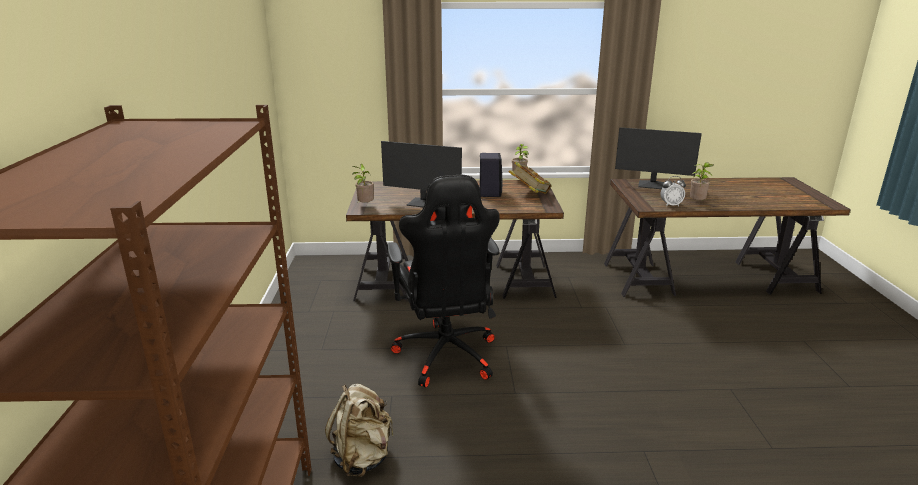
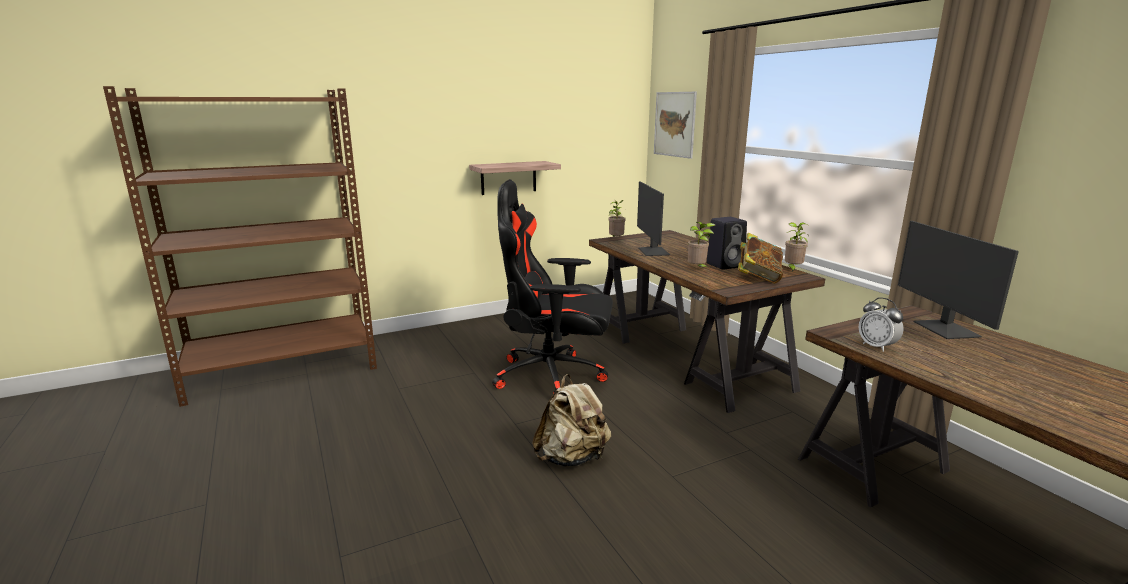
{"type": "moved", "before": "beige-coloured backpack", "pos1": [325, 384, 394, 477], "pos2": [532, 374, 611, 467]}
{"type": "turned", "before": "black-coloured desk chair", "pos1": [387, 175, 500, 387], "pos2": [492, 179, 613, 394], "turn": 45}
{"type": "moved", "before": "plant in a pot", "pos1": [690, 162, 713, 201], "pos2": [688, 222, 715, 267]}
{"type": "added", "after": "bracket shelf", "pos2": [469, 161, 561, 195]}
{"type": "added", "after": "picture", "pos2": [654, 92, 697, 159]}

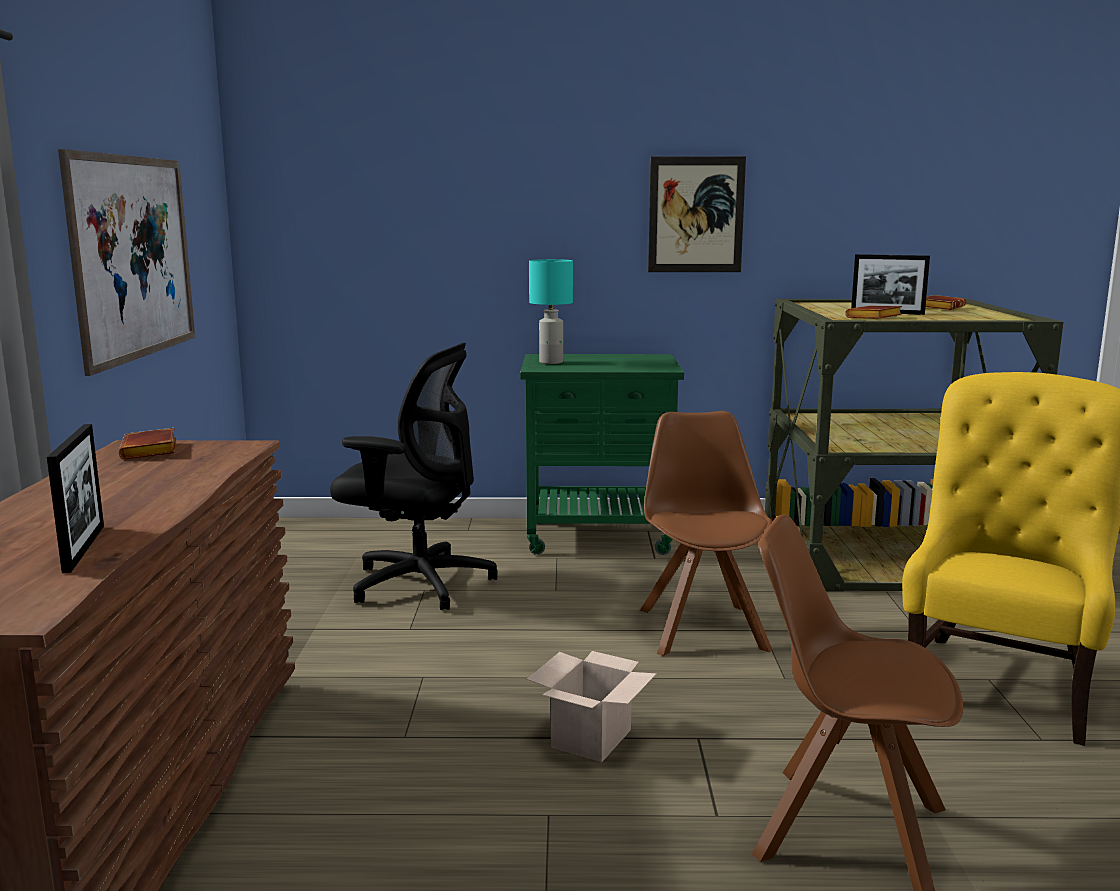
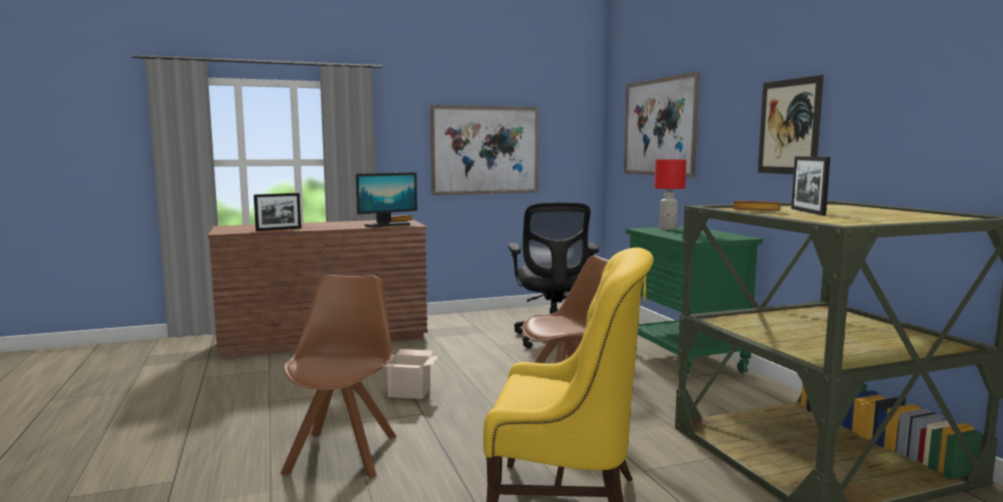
{"type": "recoloured", "before": "turquoise-coloured tabletop lamp", "after": "red-coloured tabletop lamp", "pos1": [529, 259, 573, 364], "pos2": [654, 159, 686, 230]}
{"type": "removed", "before": "brown volume", "pos1": [926, 295, 966, 310]}
{"type": "added", "after": "monitor", "pos2": [356, 172, 417, 228]}
{"type": "added", "after": "picture", "pos2": [624, 72, 700, 178]}

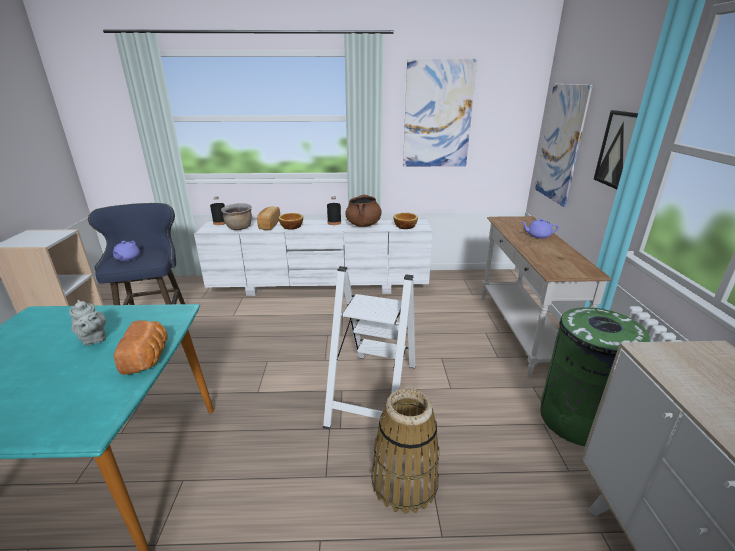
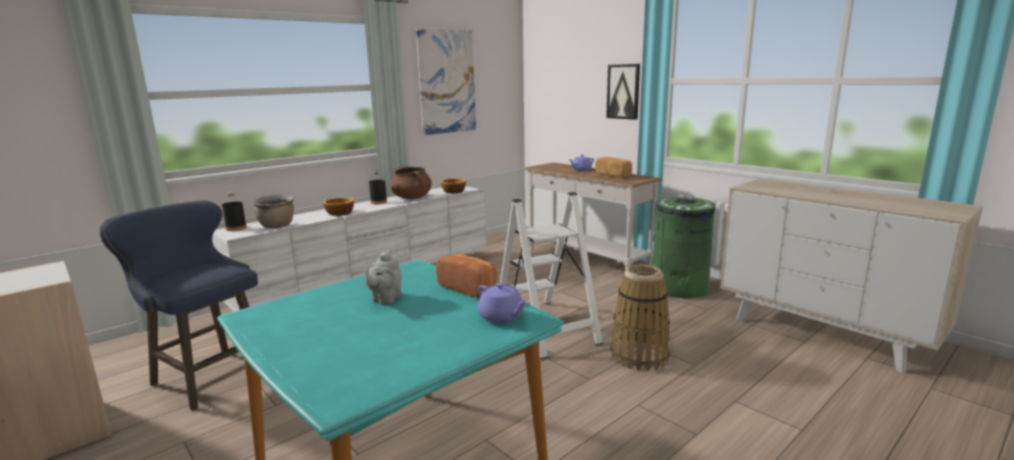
{"type": "turned", "before": "gray teapot", "pos1": [69, 300, 106, 345], "pos2": [364, 250, 402, 305], "turn": 105}
{"type": "moved", "before": "purple teapot", "pos1": [112, 241, 140, 261], "pos2": [478, 282, 528, 323]}
{"type": "moved", "before": "bakery bread", "pos1": [257, 207, 280, 230], "pos2": [595, 157, 632, 178]}
{"type": "removed", "before": "picture", "pos1": [534, 84, 593, 207]}

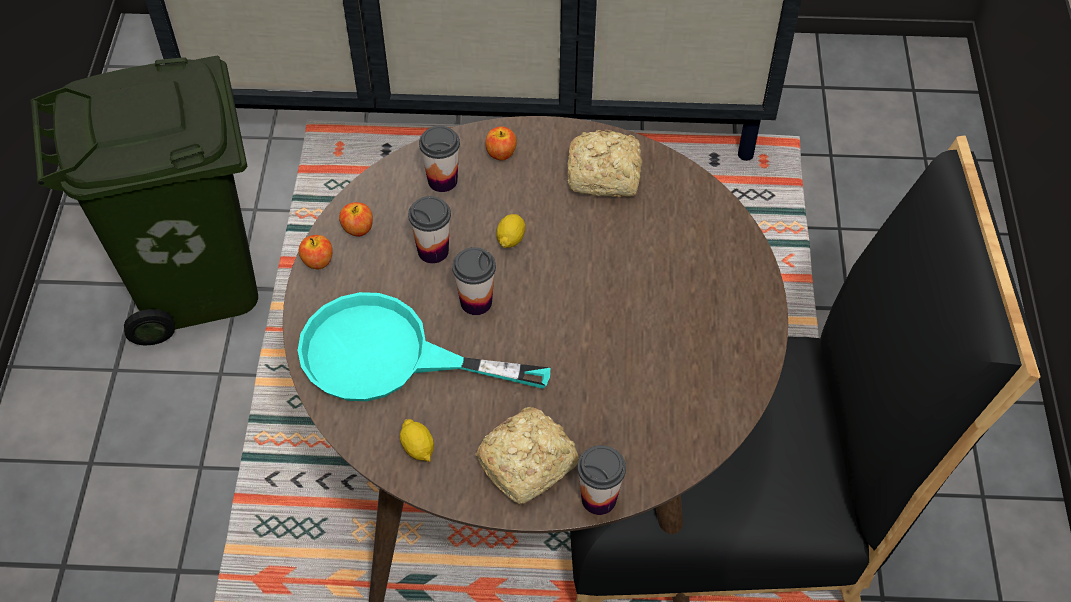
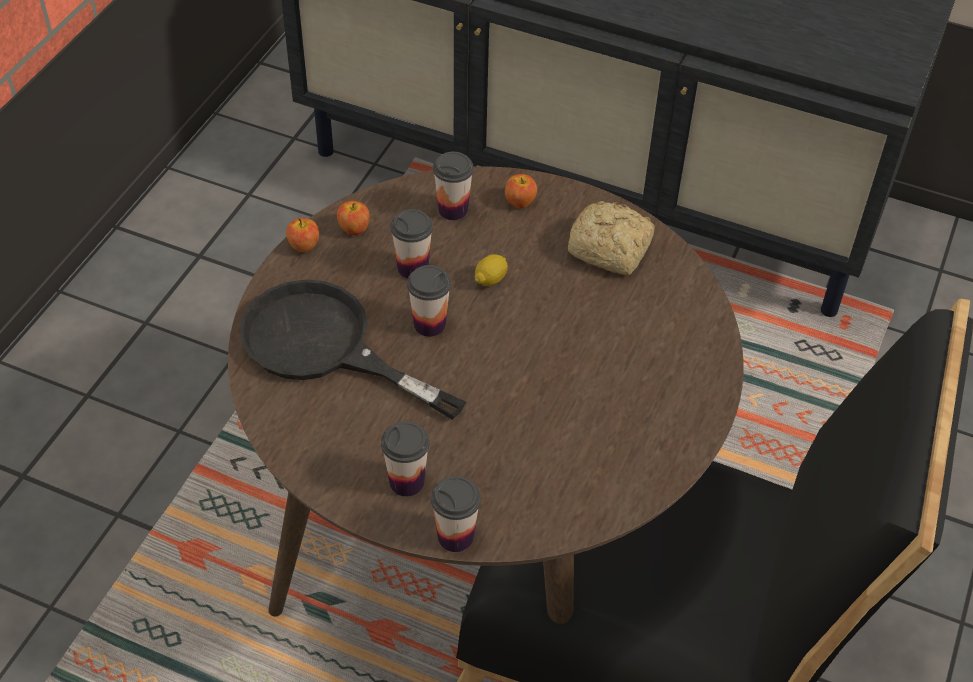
{"type": "removed", "before": "green rubbish bin", "pos1": [30, 55, 258, 346]}
{"type": "recoloured", "before": "turquoise-coloured pan", "after": "black-coloured pan", "pos1": [298, 292, 550, 401], "pos2": [239, 279, 466, 420]}
{"type": "removed", "before": "lemon", "pos1": [400, 419, 434, 462]}
{"type": "replaced", "before": "bakery bread", "after": "drinking cup", "pos1": [476, 407, 579, 504], "pos2": [381, 421, 430, 497]}

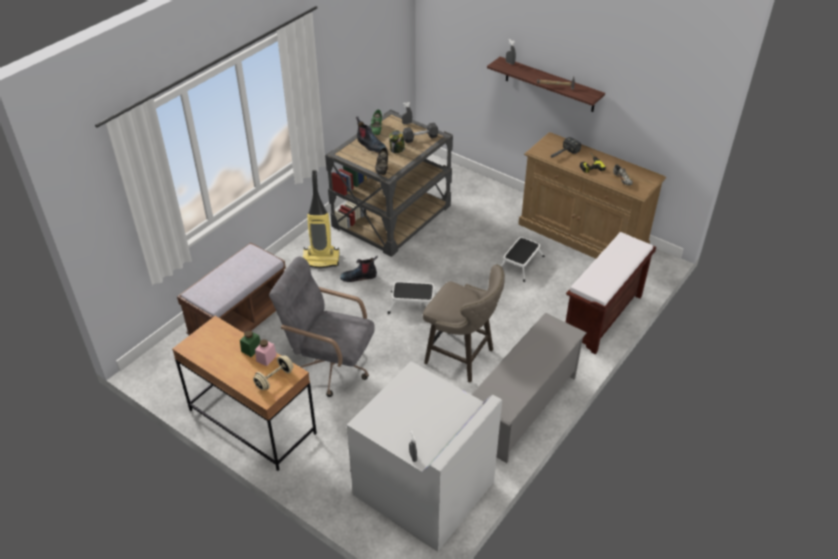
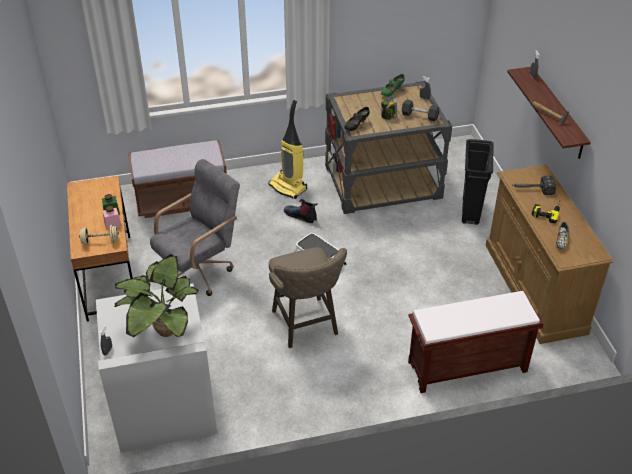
{"type": "turned", "before": "gray desk chair", "pos1": [269, 257, 375, 397], "pos2": [150, 159, 240, 296], "turn": 75}
{"type": "removed", "before": "tall boot", "pos1": [356, 116, 387, 153]}
{"type": "removed", "before": "gray shoe rack", "pos1": [471, 313, 587, 463]}
{"type": "removed", "before": "black-coloured step stool", "pos1": [500, 237, 545, 282]}
{"type": "added", "after": "plant in a pot", "pos2": [114, 254, 199, 337]}
{"type": "added", "after": "black-coloured rubbish bin", "pos2": [462, 139, 493, 225]}

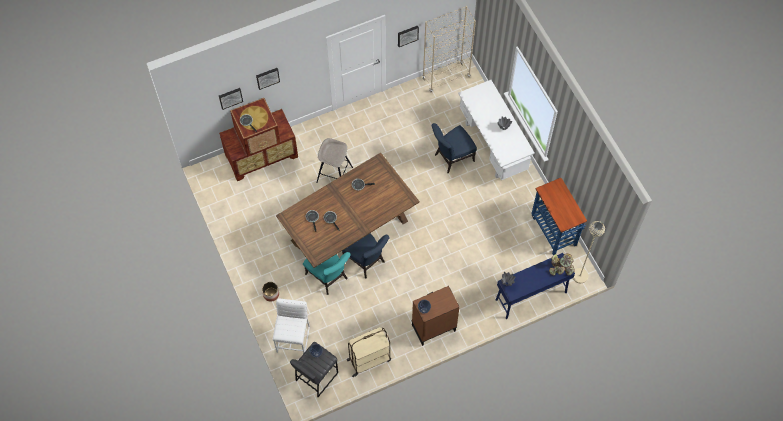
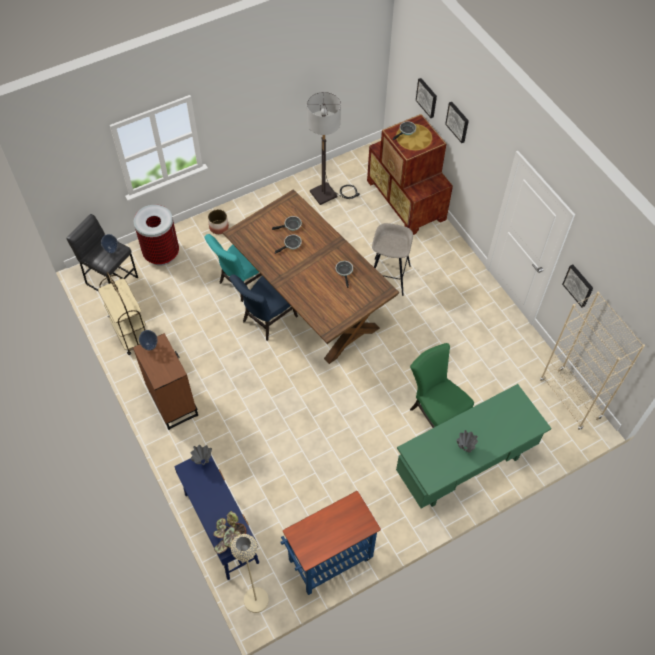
{"type": "replaced", "before": "white-coloured stool", "after": "rubbish bin", "pos1": [273, 299, 310, 354], "pos2": [134, 205, 179, 266]}
{"type": "recoloured", "before": "blue chair", "after": "green chair", "pos1": [431, 123, 477, 174], "pos2": [410, 343, 474, 428]}
{"type": "recoloured", "before": "white-coloured desk table", "after": "green desk table", "pos1": [458, 80, 535, 180], "pos2": [396, 384, 551, 508]}
{"type": "added", "after": "standing lamp", "pos2": [307, 92, 360, 205]}

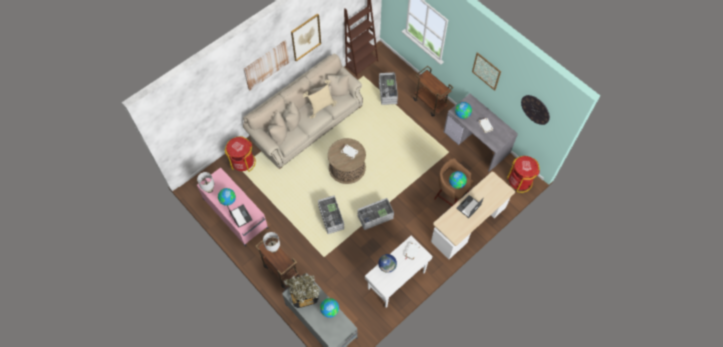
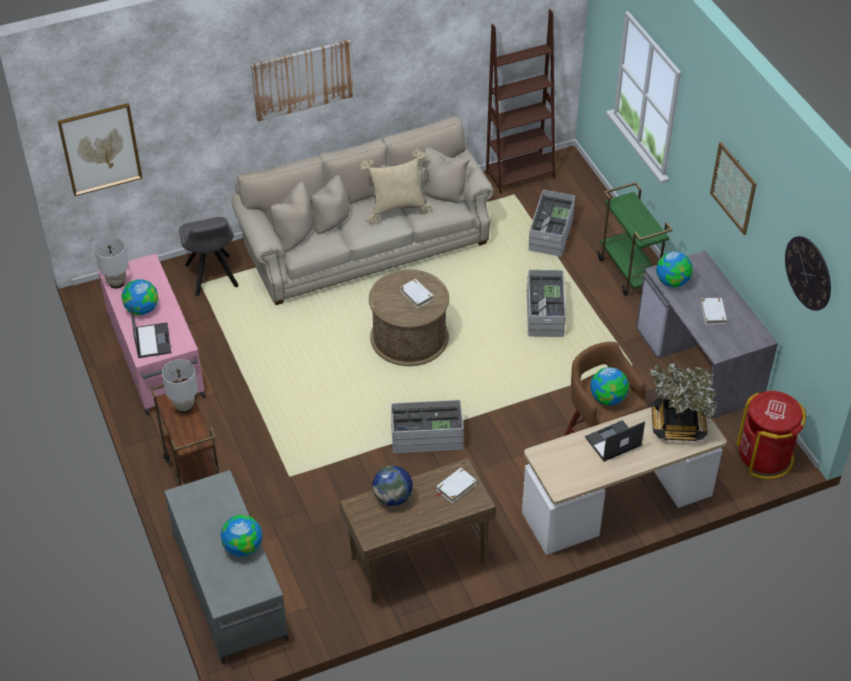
{"type": "replaced", "before": "red-coloured rubbish bin", "after": "gray chair", "pos1": [225, 136, 256, 172], "pos2": [179, 217, 239, 296]}
{"type": "moved", "before": "plant in a pot", "pos1": [284, 273, 320, 308], "pos2": [650, 363, 718, 441]}
{"type": "moved", "before": "picture", "pos1": [291, 13, 321, 61], "pos2": [58, 103, 142, 196]}
{"type": "moved", "before": "gray storage container", "pos1": [318, 196, 344, 234], "pos2": [527, 270, 566, 337]}
{"type": "recoloured", "before": "white-coloured console table", "after": "brown console table", "pos1": [365, 235, 432, 308], "pos2": [339, 458, 496, 603]}
{"type": "recoloured", "before": "brown trolley", "after": "green trolley", "pos1": [413, 66, 453, 117], "pos2": [597, 182, 673, 296]}

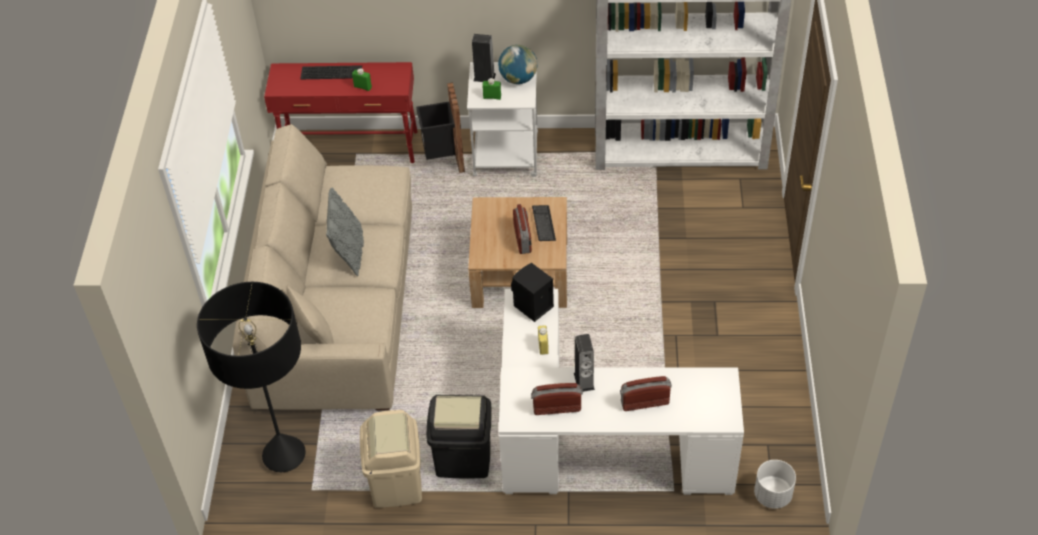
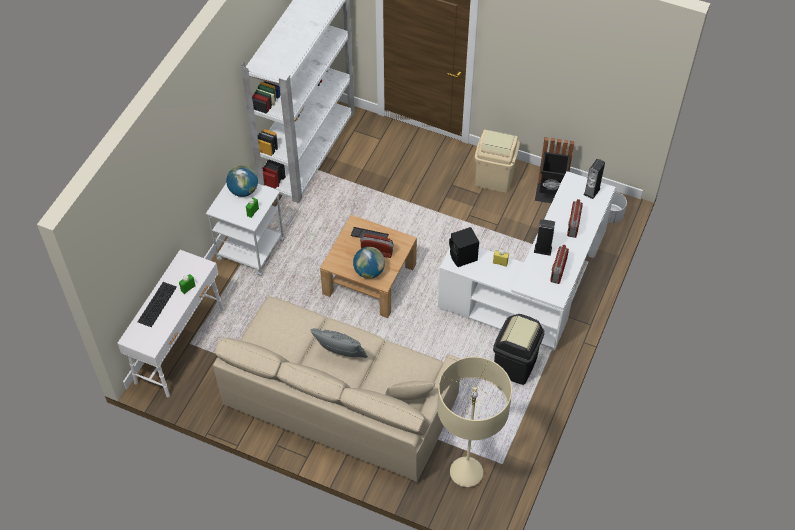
{"type": "recoloured", "before": "black-coloured standing lamp", "after": "beige-coloured standing lamp", "pos1": [197, 282, 306, 472], "pos2": [437, 357, 512, 487]}
{"type": "recoloured", "before": "red-coloured console table", "after": "white-coloured console table", "pos1": [264, 62, 418, 163], "pos2": [117, 250, 224, 397]}
{"type": "moved", "before": "beige-coloured rubbish bin", "pos1": [360, 410, 422, 508], "pos2": [475, 129, 520, 193]}
{"type": "moved", "before": "black-coloured rubbish bin", "pos1": [416, 83, 465, 173], "pos2": [535, 137, 575, 203]}
{"type": "moved", "before": "speaker", "pos1": [472, 34, 496, 82], "pos2": [583, 158, 605, 199]}
{"type": "added", "after": "desk globe", "pos2": [353, 247, 385, 279]}

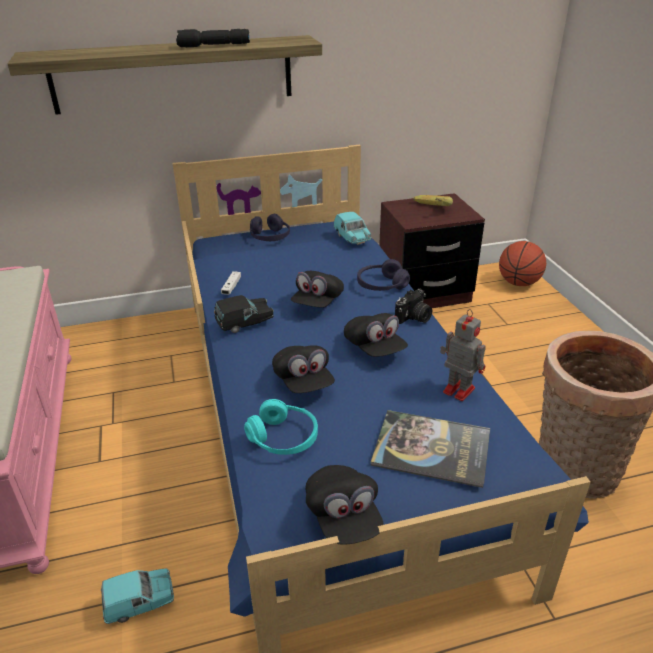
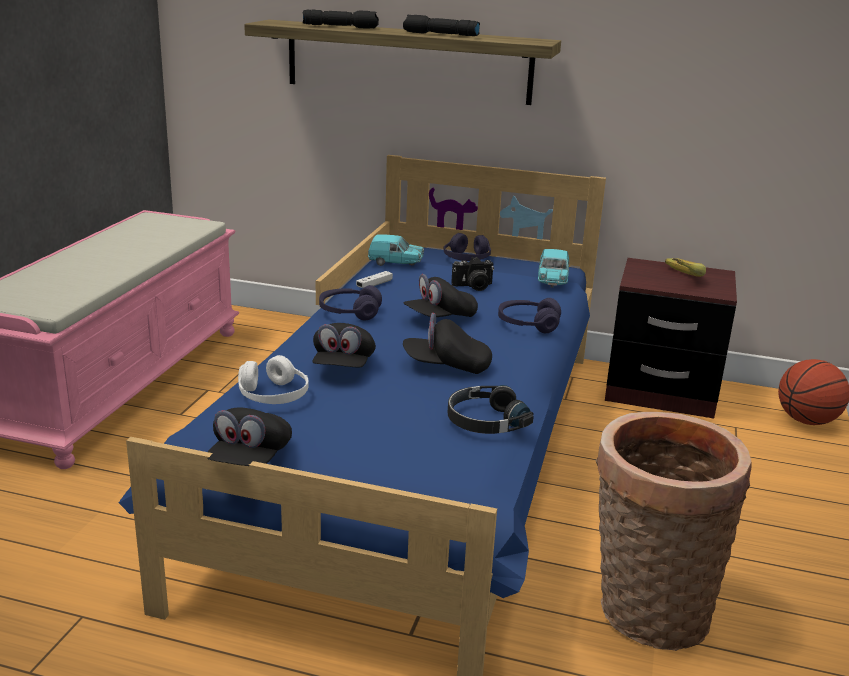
{"type": "moved", "before": "turquoise-coloured model car", "pos1": [101, 568, 174, 624], "pos2": [368, 234, 424, 266]}
{"type": "replaced", "before": "black-coloured model car", "after": "purple headset", "pos1": [214, 295, 274, 333], "pos2": [319, 285, 382, 321]}
{"type": "recoloured", "before": "turquoise-coloured headset", "after": "white-coloured headset", "pos1": [244, 399, 318, 455], "pos2": [238, 355, 309, 404]}
{"type": "turned", "before": "black-coloured baseball cap", "pos1": [344, 313, 408, 357], "pos2": [403, 313, 492, 374], "turn": 90}
{"type": "removed", "before": "volume", "pos1": [371, 410, 490, 488]}
{"type": "moved", "before": "still camera", "pos1": [395, 289, 432, 324], "pos2": [451, 257, 494, 291]}
{"type": "replaced", "before": "toy robot", "after": "black-coloured headset", "pos1": [440, 309, 486, 401], "pos2": [448, 385, 534, 434]}
{"type": "added", "after": "black-coloured hand torch", "pos2": [303, 10, 379, 29]}

